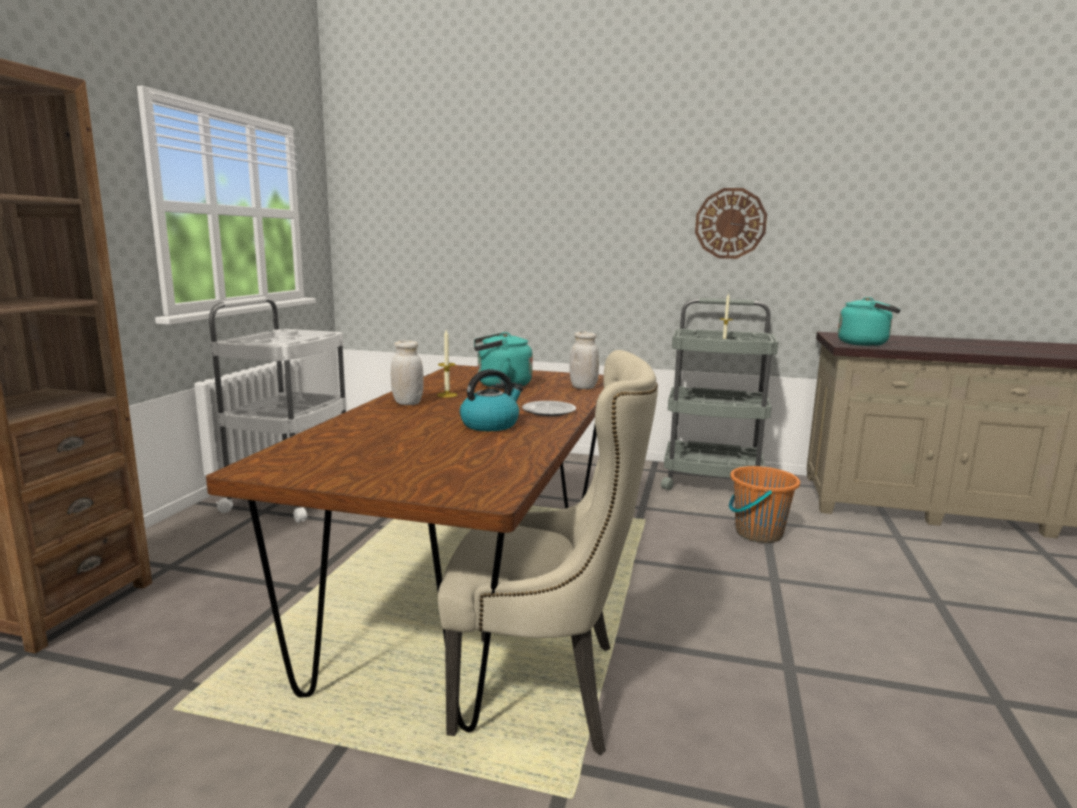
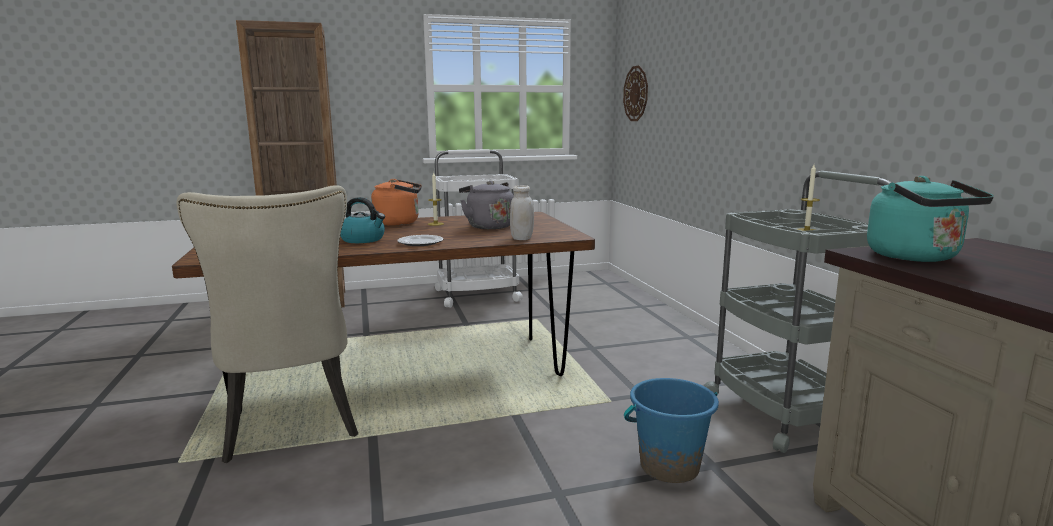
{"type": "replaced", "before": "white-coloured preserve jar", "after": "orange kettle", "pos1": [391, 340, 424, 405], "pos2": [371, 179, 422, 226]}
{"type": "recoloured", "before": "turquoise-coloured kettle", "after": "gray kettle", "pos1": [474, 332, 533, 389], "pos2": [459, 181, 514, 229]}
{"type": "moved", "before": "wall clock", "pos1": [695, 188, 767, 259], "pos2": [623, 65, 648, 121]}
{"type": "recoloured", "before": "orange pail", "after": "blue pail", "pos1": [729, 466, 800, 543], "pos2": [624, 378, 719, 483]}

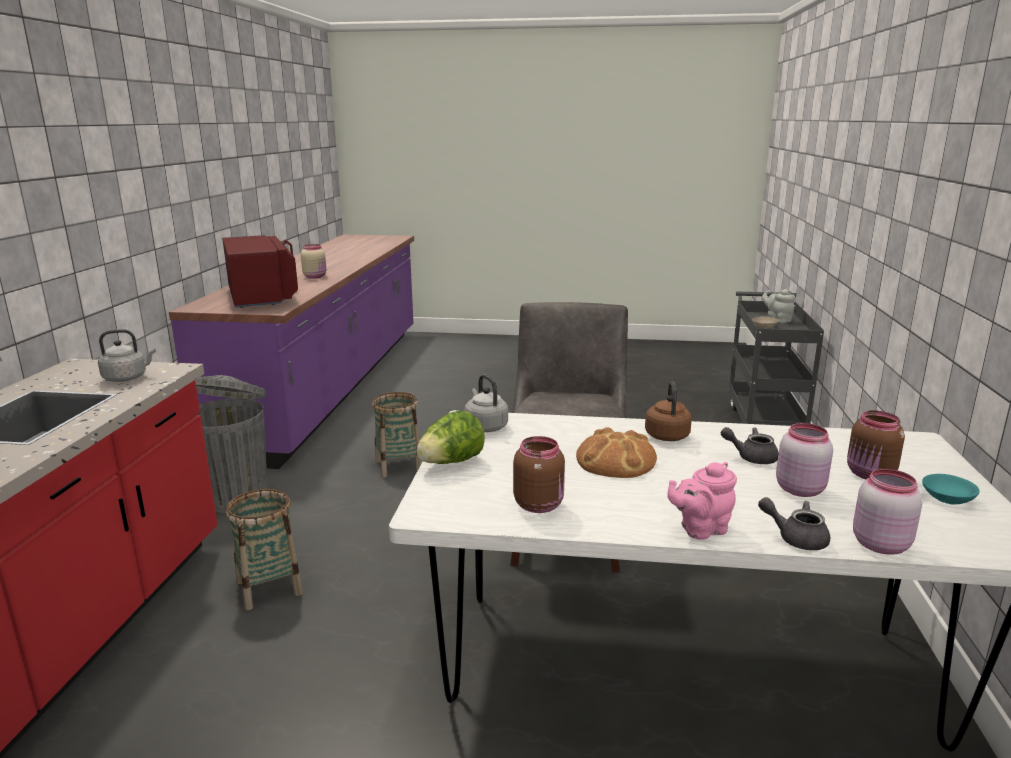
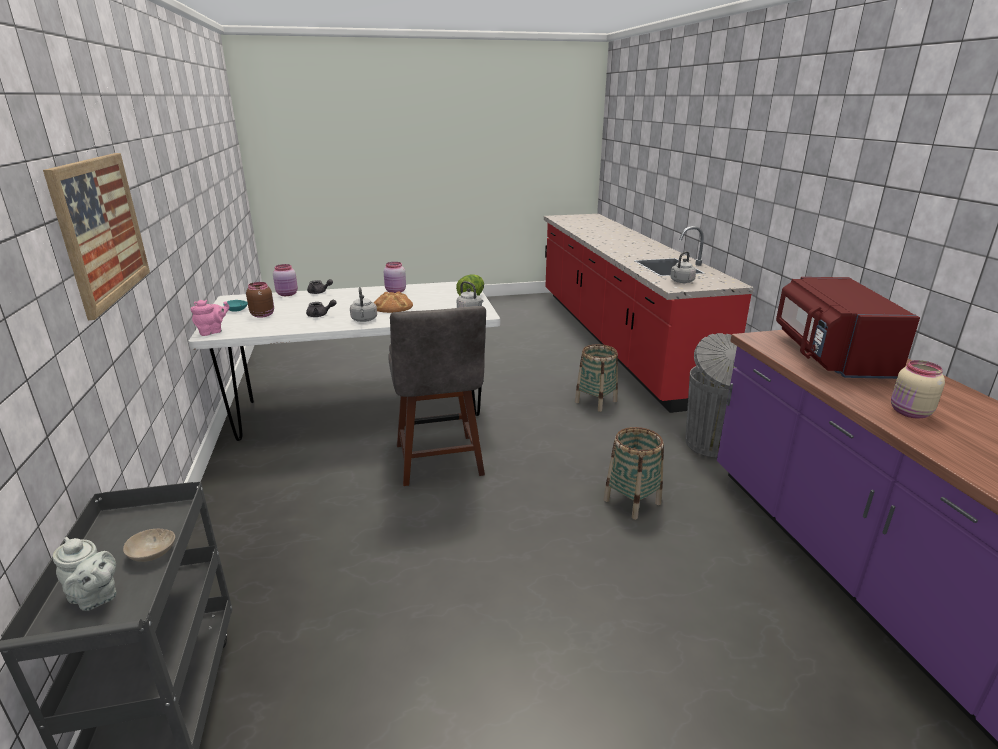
{"type": "turned", "before": "red-coloured kitchen microwave", "pos1": [222, 235, 298, 308], "pos2": [776, 277, 920, 379], "turn": 45}
{"type": "removed", "before": "brown preserve jar", "pos1": [513, 436, 565, 513]}
{"type": "recoloured", "before": "brown kettle", "after": "gray kettle", "pos1": [645, 382, 692, 441], "pos2": [350, 287, 377, 322]}
{"type": "moved", "before": "pink teapot", "pos1": [667, 462, 737, 540], "pos2": [191, 300, 229, 336]}
{"type": "moved", "before": "pink preserve jar", "pos1": [776, 423, 833, 497], "pos2": [384, 262, 406, 293]}
{"type": "added", "after": "picture", "pos2": [43, 153, 150, 320]}

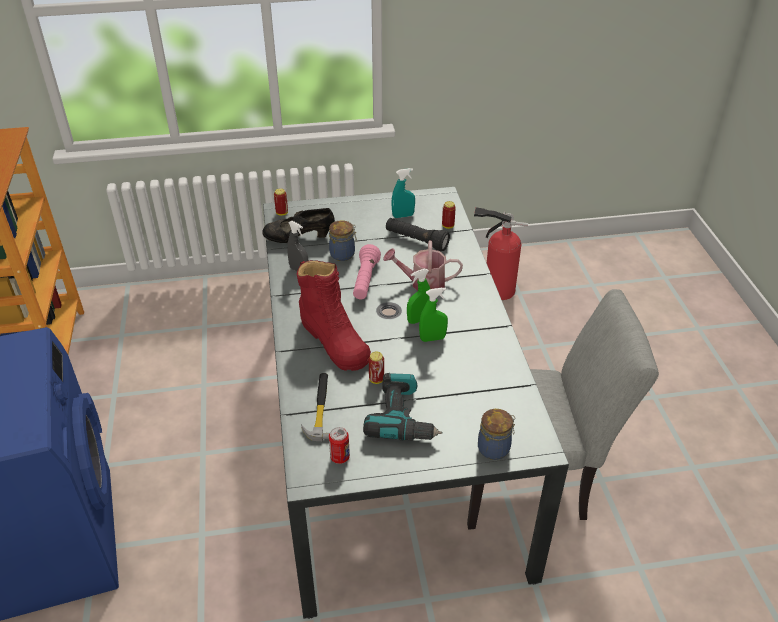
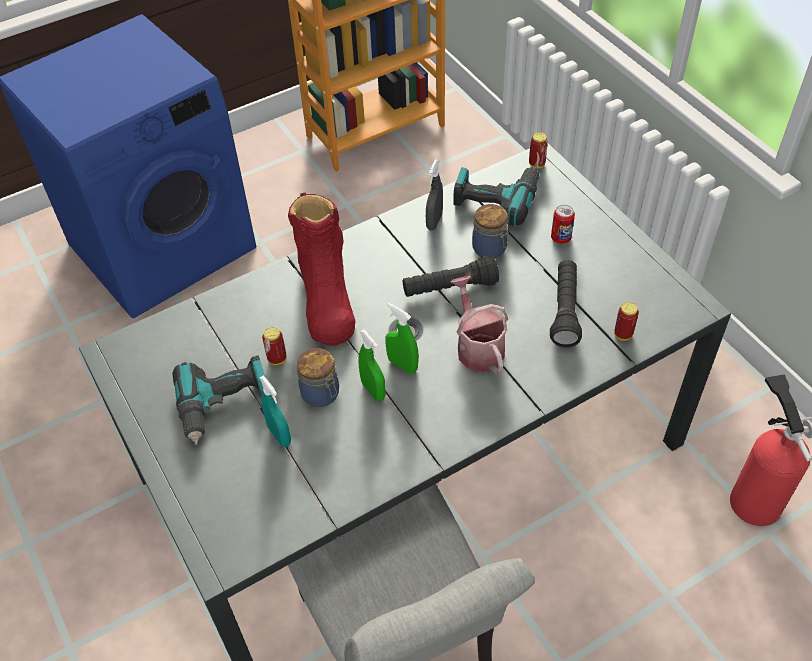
{"type": "replaced", "before": "black-coloured item of footwear", "after": "electric drill", "pos1": [262, 208, 335, 243], "pos2": [453, 166, 539, 226]}
{"type": "turned", "before": "red-coloured tall boot", "pos1": [297, 260, 371, 371], "pos2": [288, 192, 356, 346], "turn": -45}
{"type": "removed", "before": "tool hammer", "pos1": [301, 373, 330, 441]}
{"type": "moved", "before": "metal can", "pos1": [329, 427, 350, 464], "pos2": [551, 205, 575, 244]}
{"type": "recoloured", "before": "pink hand torch", "after": "black-coloured hand torch", "pos1": [353, 244, 381, 299], "pos2": [403, 255, 499, 297]}
{"type": "moved", "before": "turquoise-coloured sprayer", "pos1": [391, 168, 415, 218], "pos2": [259, 375, 291, 447]}
{"type": "moved", "before": "preserve jar", "pos1": [478, 409, 516, 460], "pos2": [297, 348, 339, 407]}

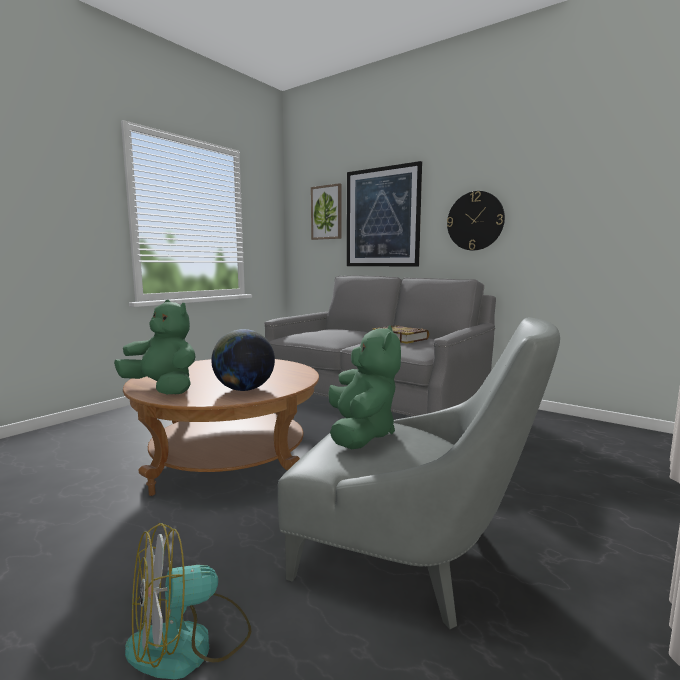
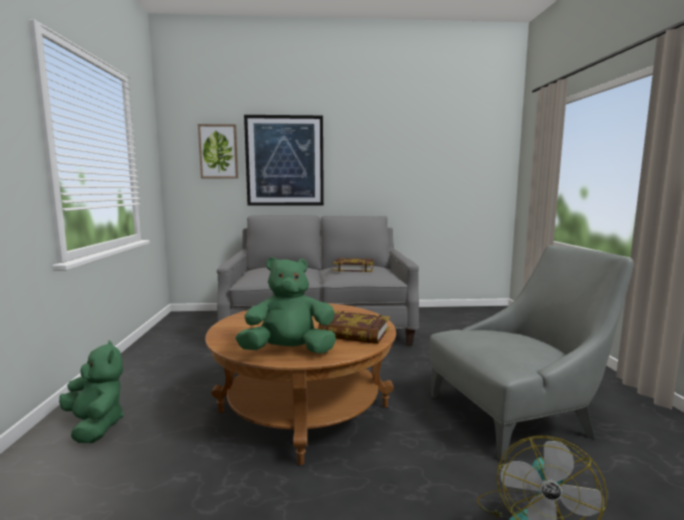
{"type": "replaced", "before": "desk globe", "after": "volume", "pos1": [211, 329, 275, 391], "pos2": [318, 311, 390, 344]}
{"type": "moved", "before": "green plush toy", "pos1": [328, 325, 401, 449], "pos2": [59, 340, 124, 443]}
{"type": "removed", "before": "wall clock", "pos1": [447, 191, 505, 250]}

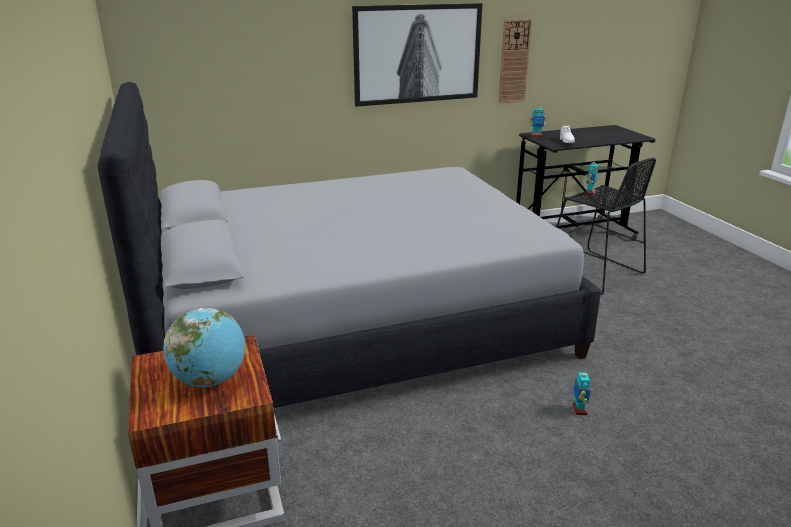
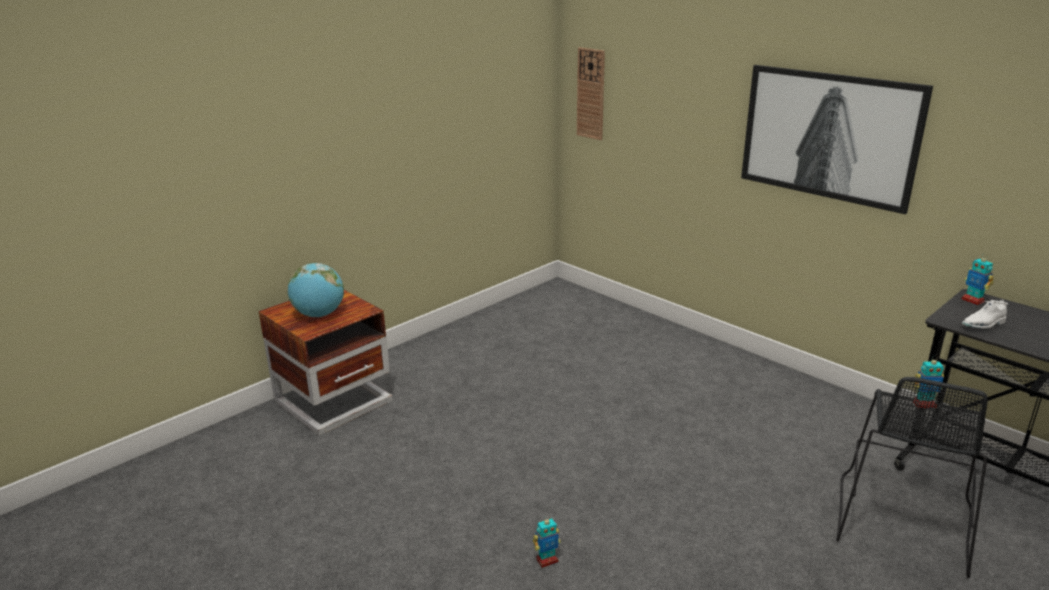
{"type": "removed", "before": "gray bed", "pos1": [98, 82, 601, 408]}
{"type": "moved", "before": "wall clock", "pos1": [498, 19, 532, 103], "pos2": [577, 47, 605, 140]}

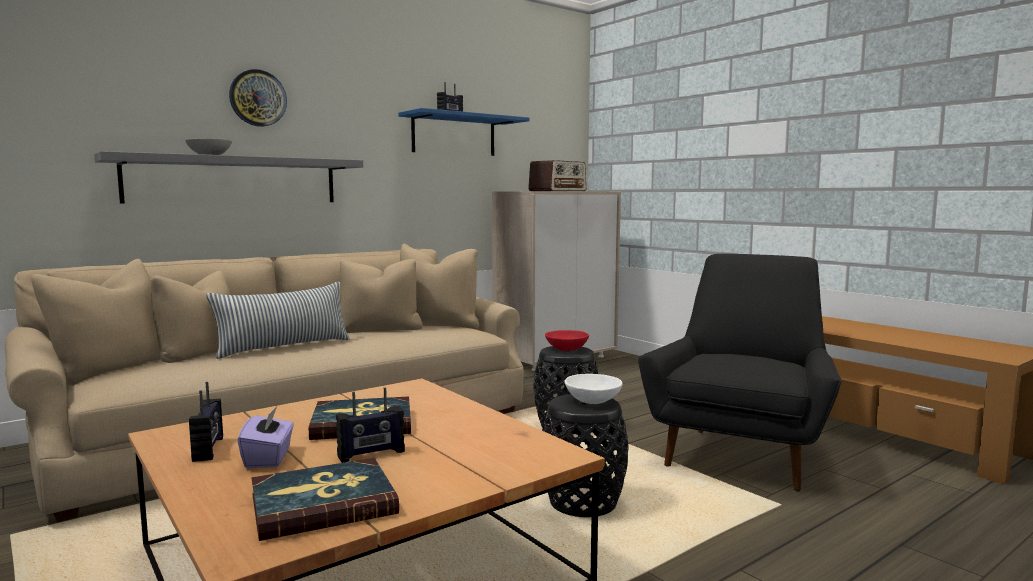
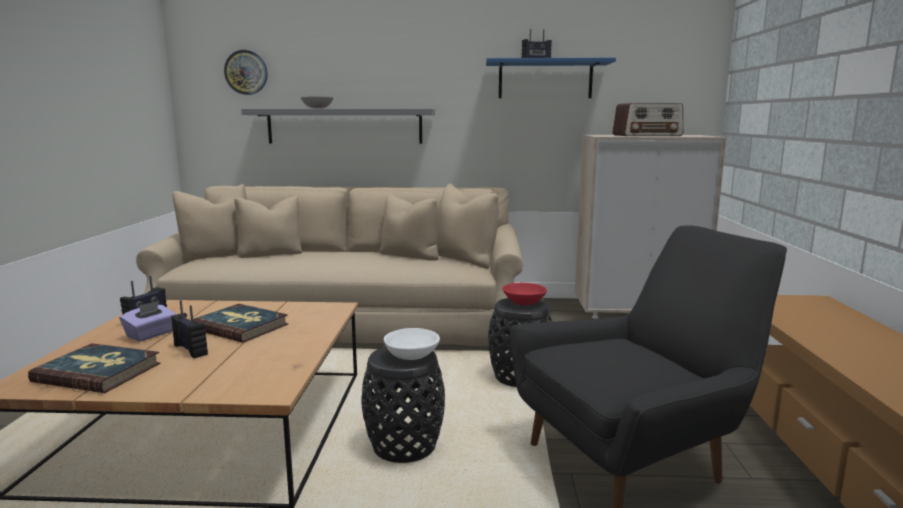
{"type": "removed", "before": "cushion", "pos1": [207, 282, 349, 359]}
{"type": "moved", "before": "wall clock", "pos1": [229, 69, 287, 127], "pos2": [224, 50, 268, 95]}
{"type": "turned", "before": "radio receiver", "pos1": [336, 388, 405, 463], "pos2": [171, 300, 208, 358], "turn": -150}

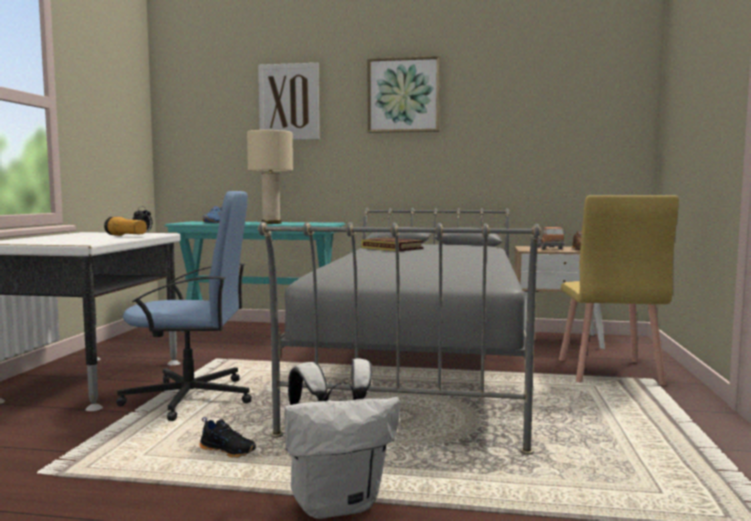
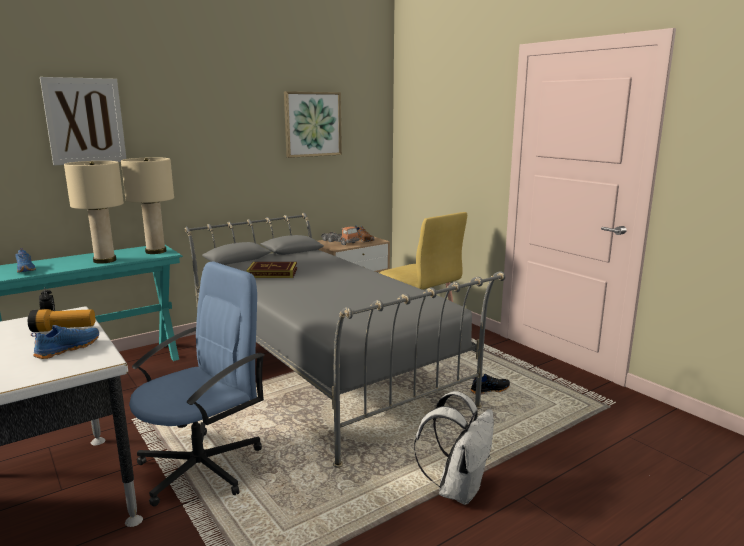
{"type": "moved", "before": "black-coloured item of footwear", "pos1": [199, 417, 256, 458], "pos2": [471, 374, 510, 394]}
{"type": "moved", "before": "picture", "pos1": [367, 56, 440, 133], "pos2": [284, 91, 342, 158]}
{"type": "added", "after": "blue item of footwear", "pos2": [31, 325, 99, 359]}
{"type": "added", "after": "beige-coloured tabletop lamp", "pos2": [121, 157, 174, 254]}

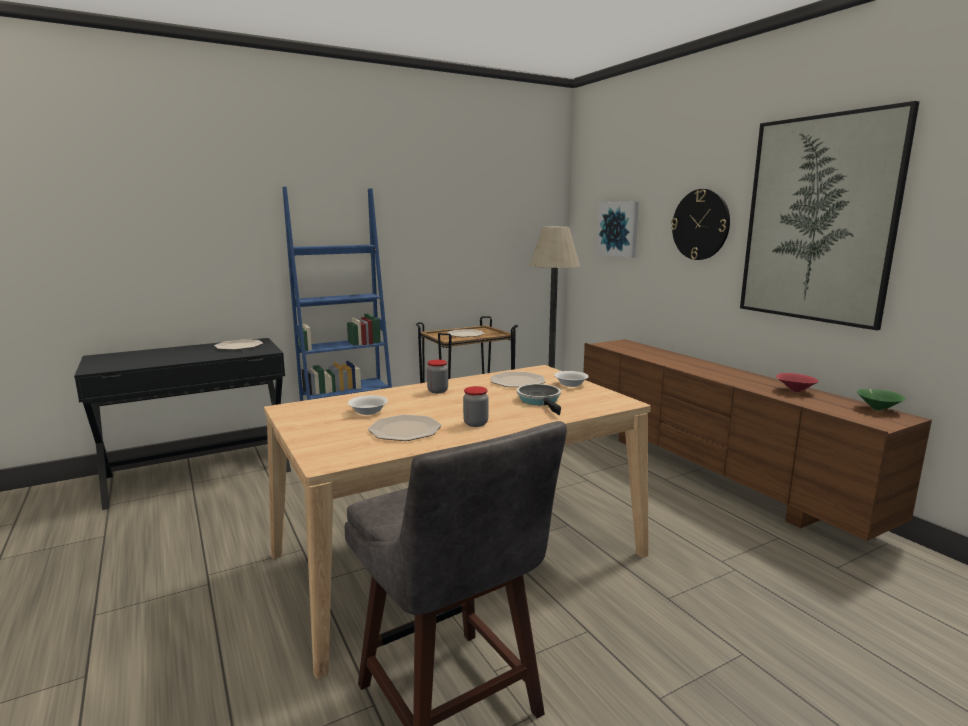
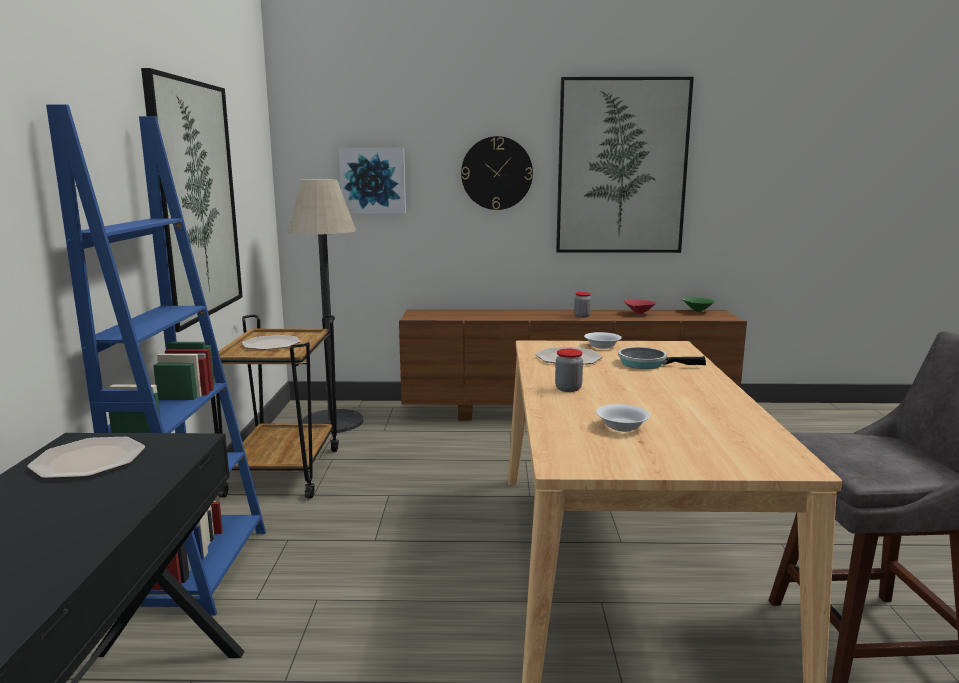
{"type": "removed", "before": "flat dish", "pos1": [368, 414, 442, 441]}
{"type": "moved", "before": "preserve jar", "pos1": [463, 386, 488, 427], "pos2": [574, 292, 591, 318]}
{"type": "added", "after": "picture", "pos2": [141, 68, 243, 332]}

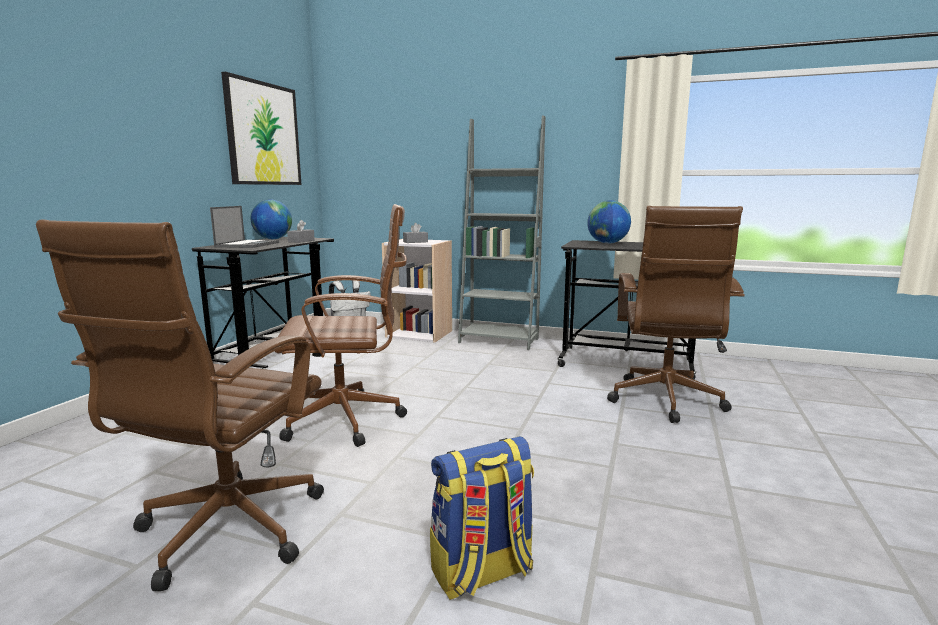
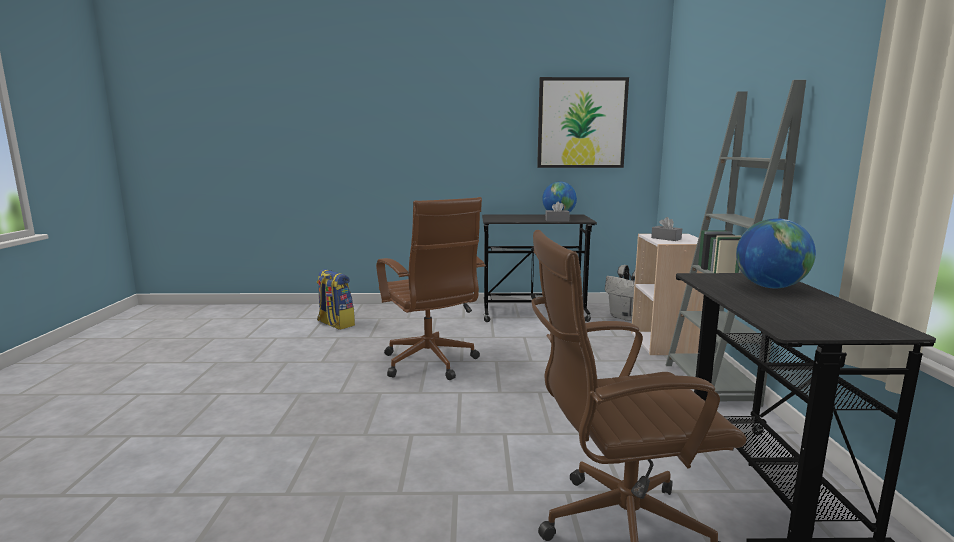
{"type": "removed", "before": "brown desk chair", "pos1": [36, 219, 324, 591]}
{"type": "removed", "before": "notebook computer", "pos1": [210, 206, 279, 248]}
{"type": "moved", "before": "backpack", "pos1": [430, 436, 534, 600], "pos2": [317, 269, 355, 330]}

